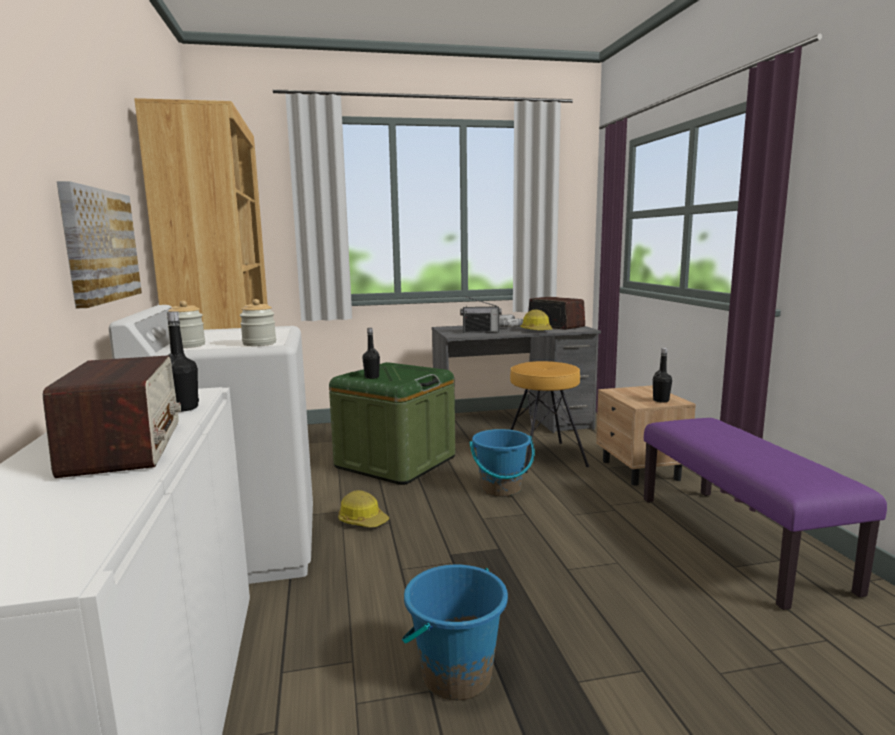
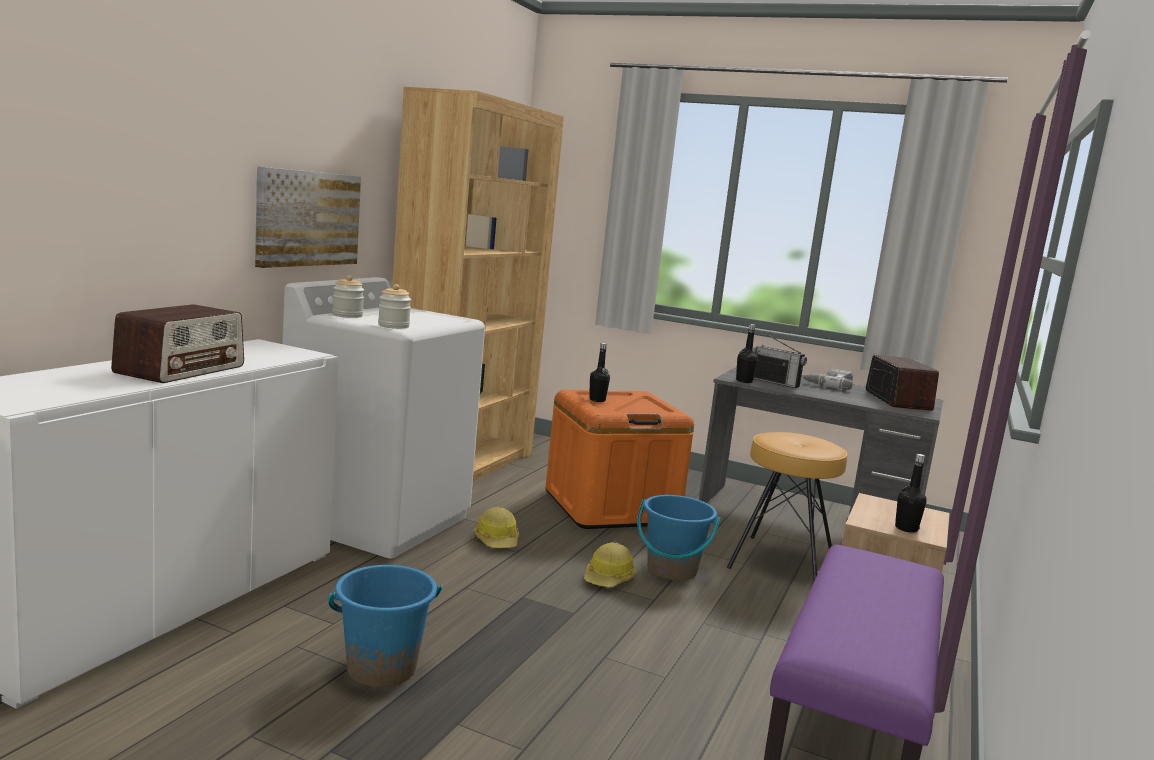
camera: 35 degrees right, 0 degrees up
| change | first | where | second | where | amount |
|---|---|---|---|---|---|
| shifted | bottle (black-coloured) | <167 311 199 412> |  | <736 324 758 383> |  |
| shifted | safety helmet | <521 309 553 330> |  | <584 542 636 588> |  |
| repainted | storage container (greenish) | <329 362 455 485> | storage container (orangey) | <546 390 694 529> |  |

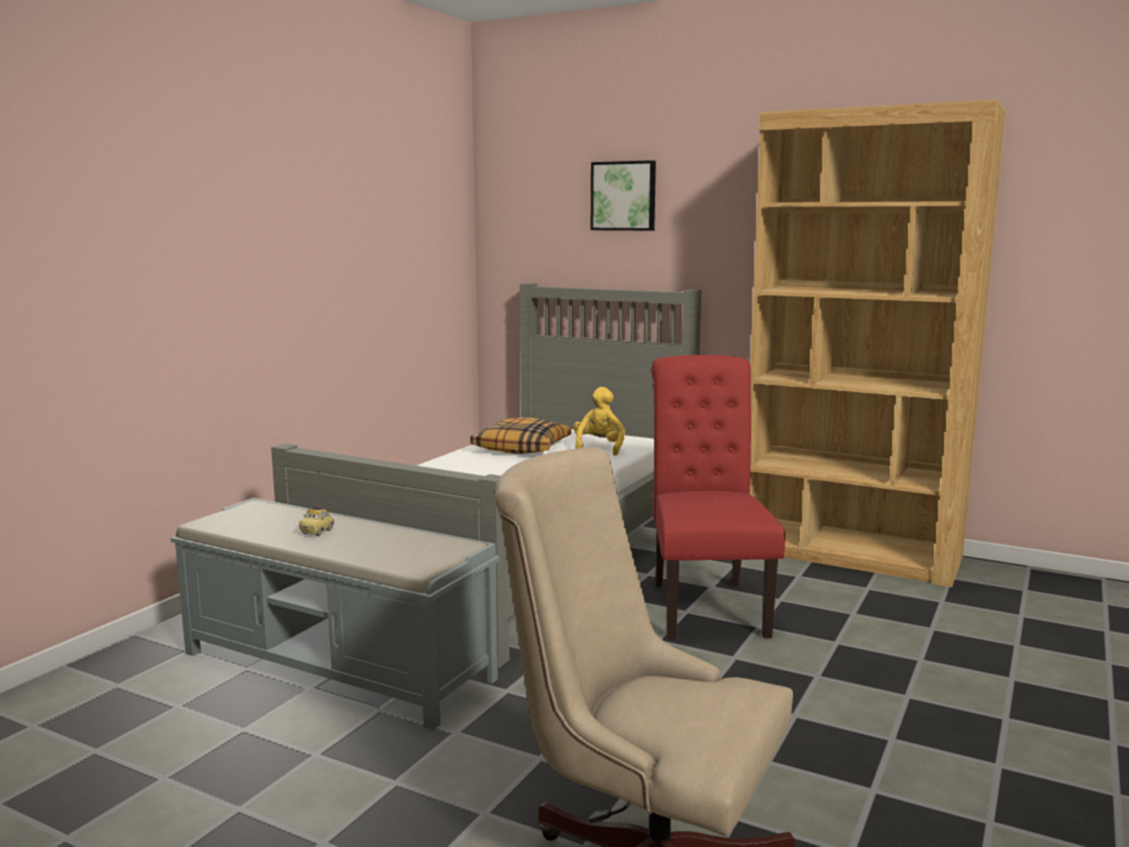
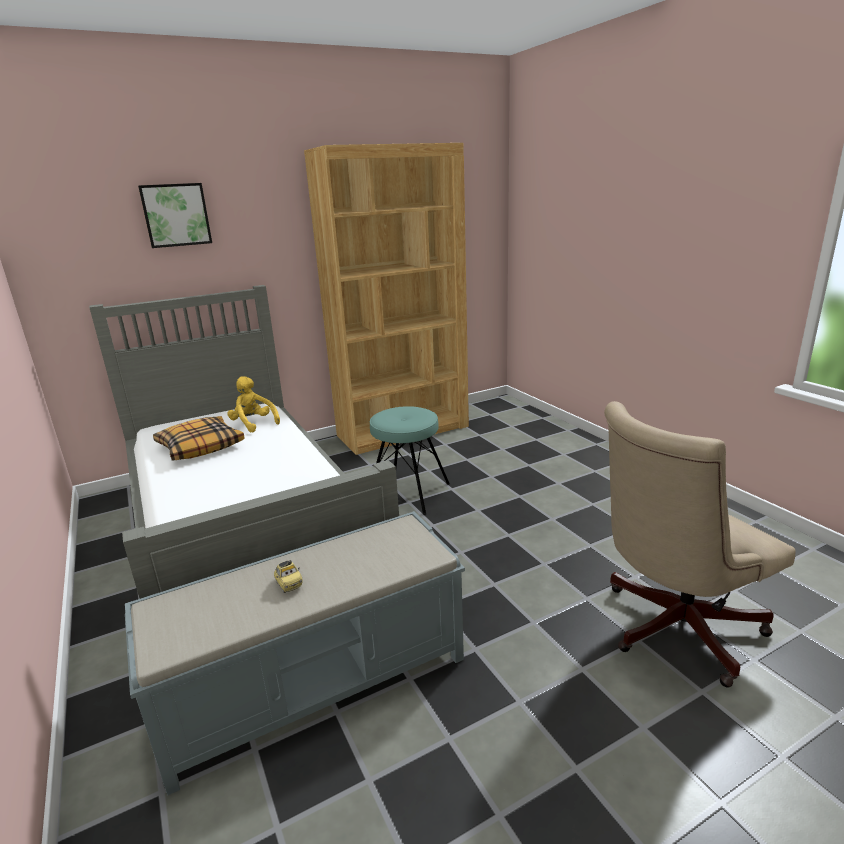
camera: 55 degrees left, 10 degrees up
| change | first | where | second | where | amount |
|---|---|---|---|---|---|
| swapped | upright chair (red-coloured) | <651 355 785 640> | stool seat (blue-green) | <370 406 450 515> |  |

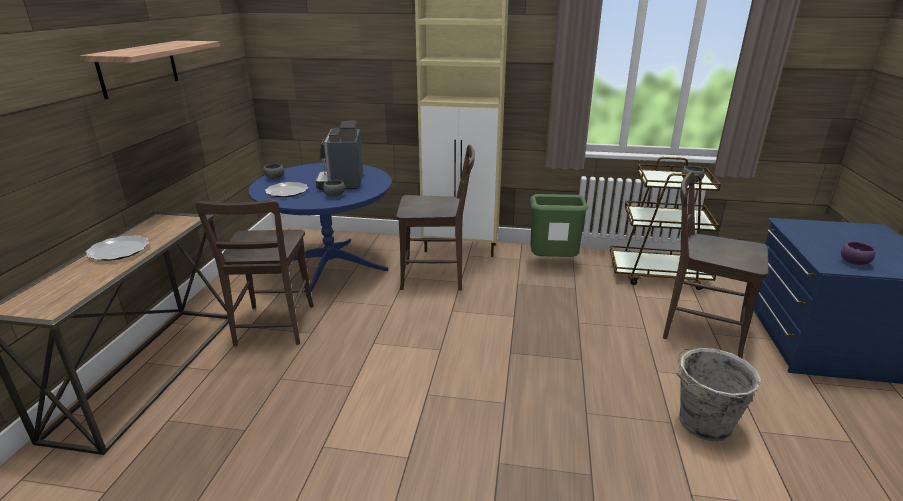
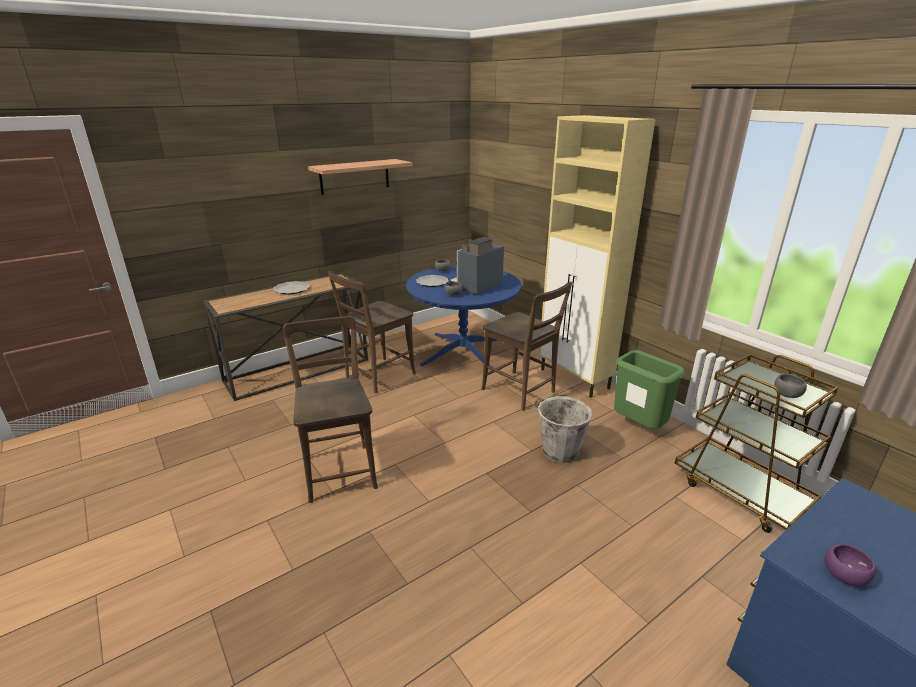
camera: 45 degrees right, 0 degrees up
| change | first | where | second | where | amount |
|---|---|---|---|---|---|
| shifted | upright chair (brown) | <663 172 769 359> |  | <283 316 378 503> |  |
| shifted | pail (grey) | <677 348 761 441> |  | <532 395 592 463> |  |

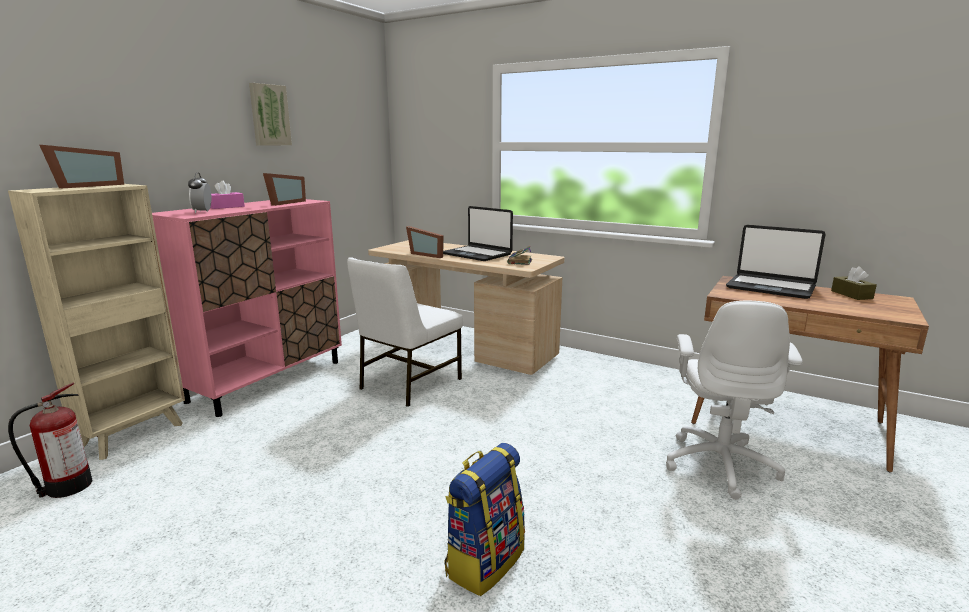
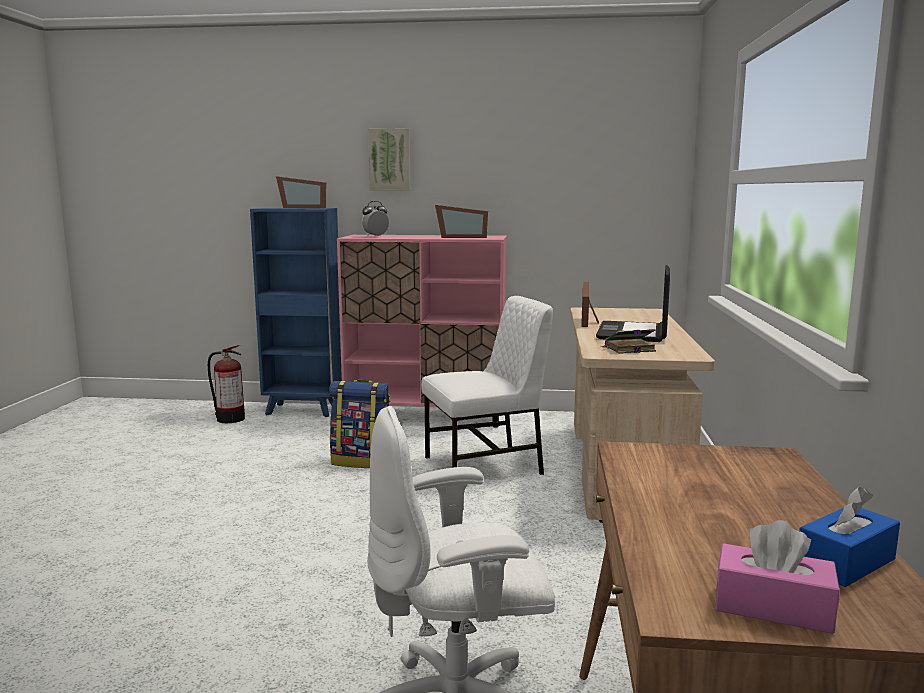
camera: 65 degrees right, 5 degrees down
| change | first | where | second | where | amount |
|---|---|---|---|---|---|
| gone | notebook computer | <726 225 826 299> |  |  |  |
| shifted | tissue box (pink-coloured) | <210 181 245 209> |  | <716 520 840 634> |  |
| shifted | picture | <249 83 292 146> |  | <368 128 411 190> |  |
| shifted | knapsack | <444 443 525 596> |  | <329 379 391 468> |  |
| repainted | bookcase (beige-coloured) | <8 184 185 460> | bookcase (blue) | <250 208 342 417> |  |
| repainted | tissue box (brown) | <831 266 877 300> | tissue box (blue) | <799 487 900 587> |  |
| rotated | upright chair (white) | <347 257 463 407> |  | <421 296 553 475> | 150 degrees clockwise |

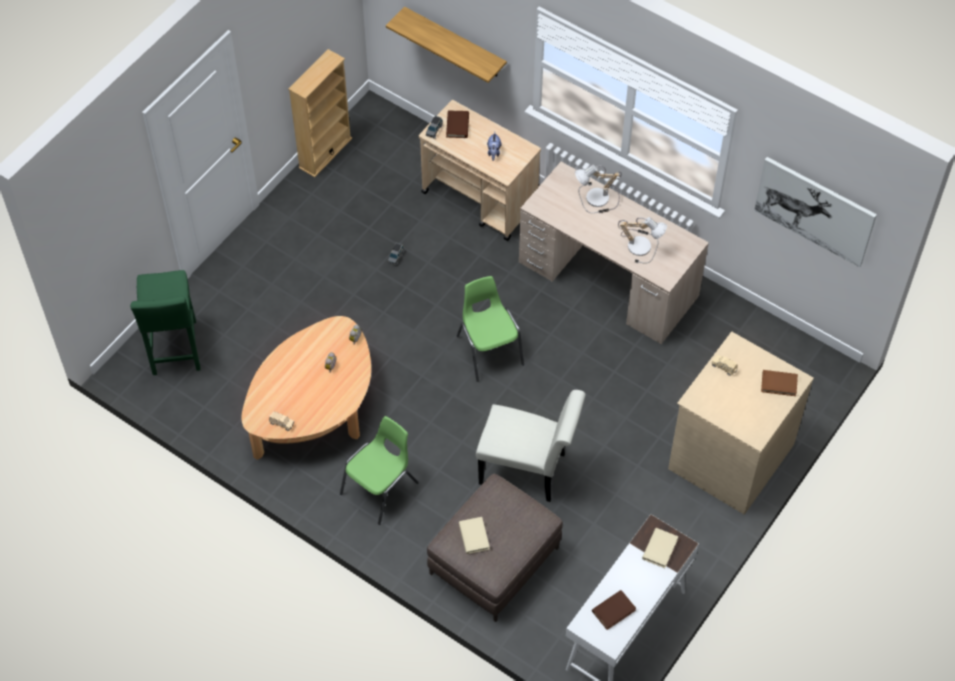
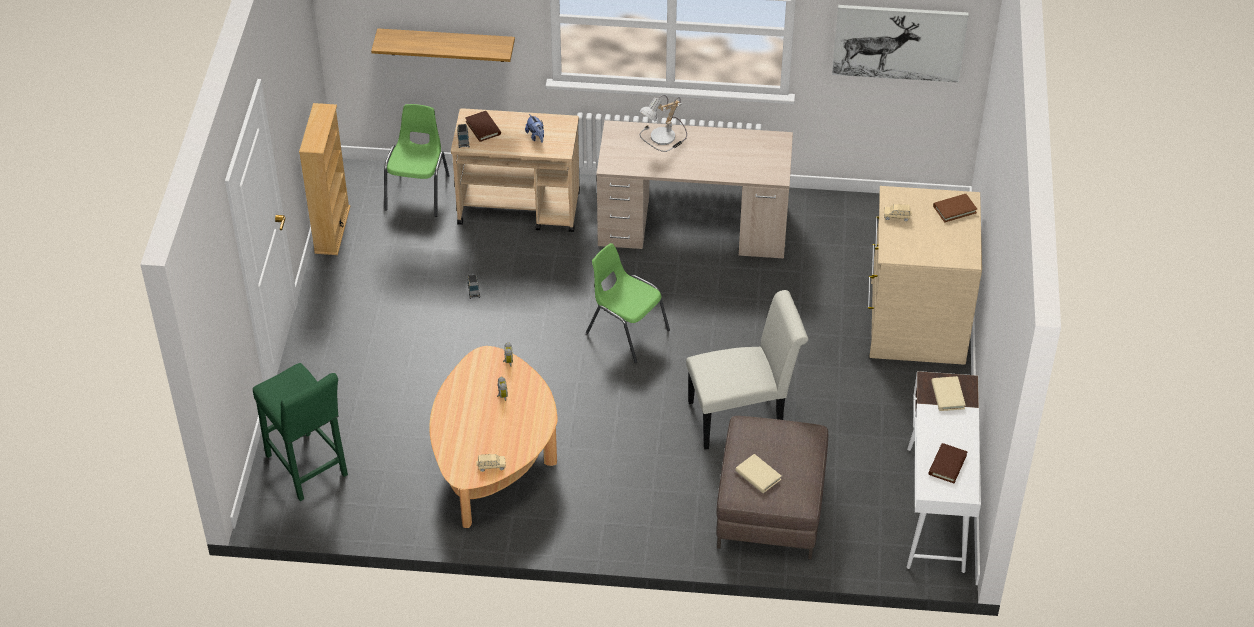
camera: 30 degrees left, 10 degrees down
| change | first | where | second | where | amount |
|---|---|---|---|---|---|
| gone | lamp for a table | <618 217 667 264> |  |  |  |
| shifted | upright chair (greenish) | <340 416 419 525> |  | <384 104 450 217> |  |

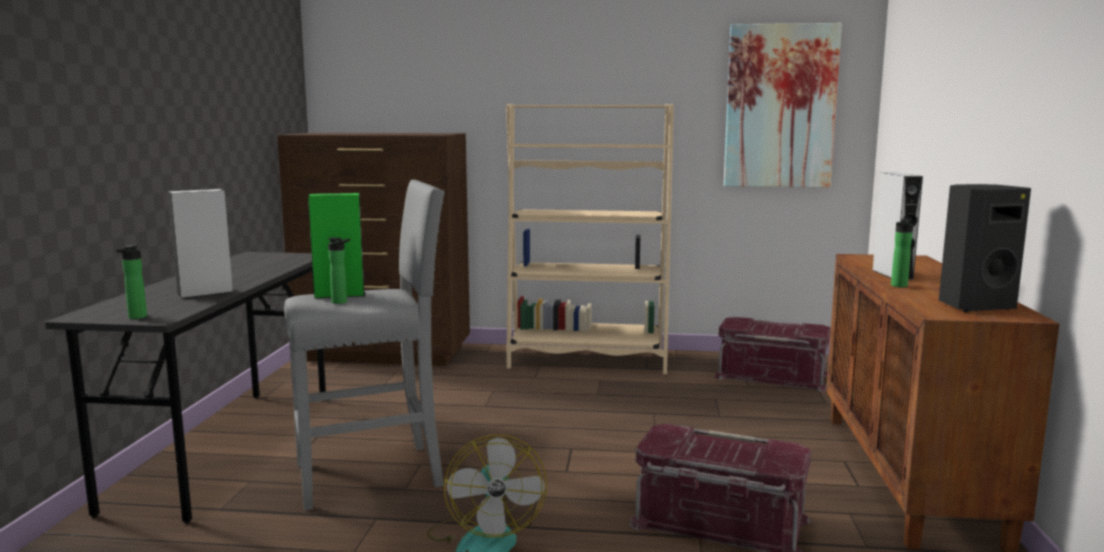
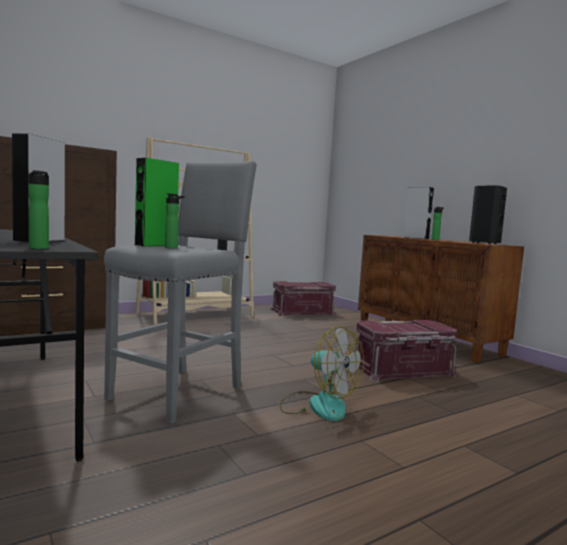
camera: 40 degrees left, 5 degrees down
| change | first | where | second | where | amount |
|---|---|---|---|---|---|
| gone | picture | <724 23 842 188> |  |  |  |

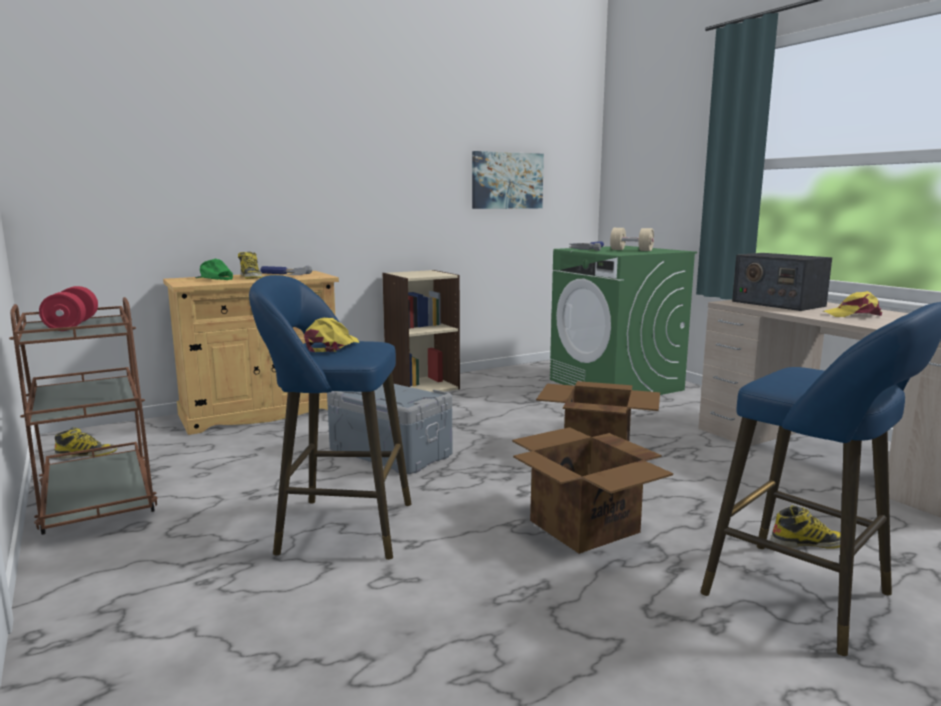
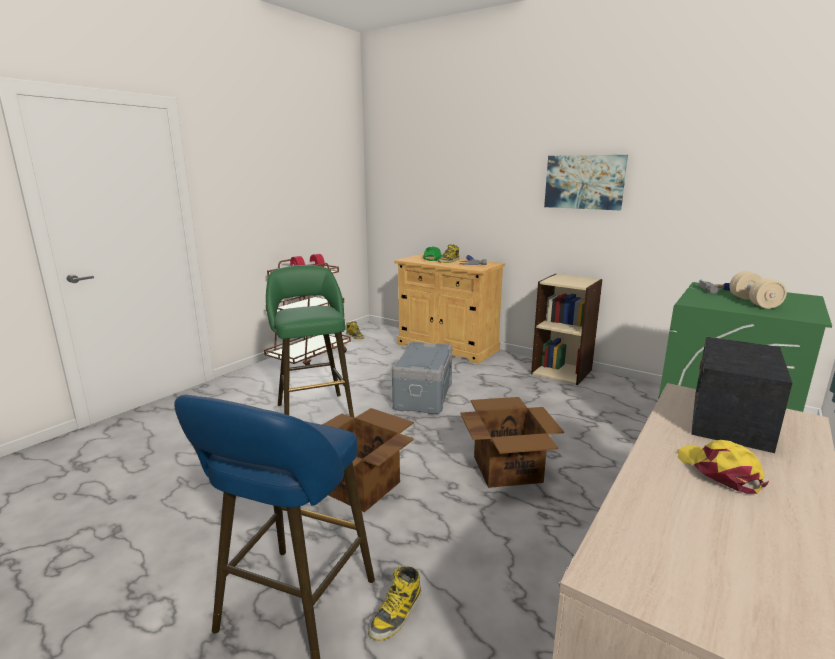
camera: 65 degrees right, 5 degrees up
| change | first | where | second | where | amount |
|---|---|---|---|---|---|
| gone | baseball cap (yellow-coloured) | <304 318 360 352> |  |  |  |
| shifted | picture | <472 151 544 209> |  | <544 155 628 210> |  |
| repainted | stool seat (blue) | <249 275 411 560> | stool seat (greenish) | <266 265 354 418> |  |
| rotated | boot | <771 505 841 549> |  | <368 566 421 641> | 60 degrees clockwise |

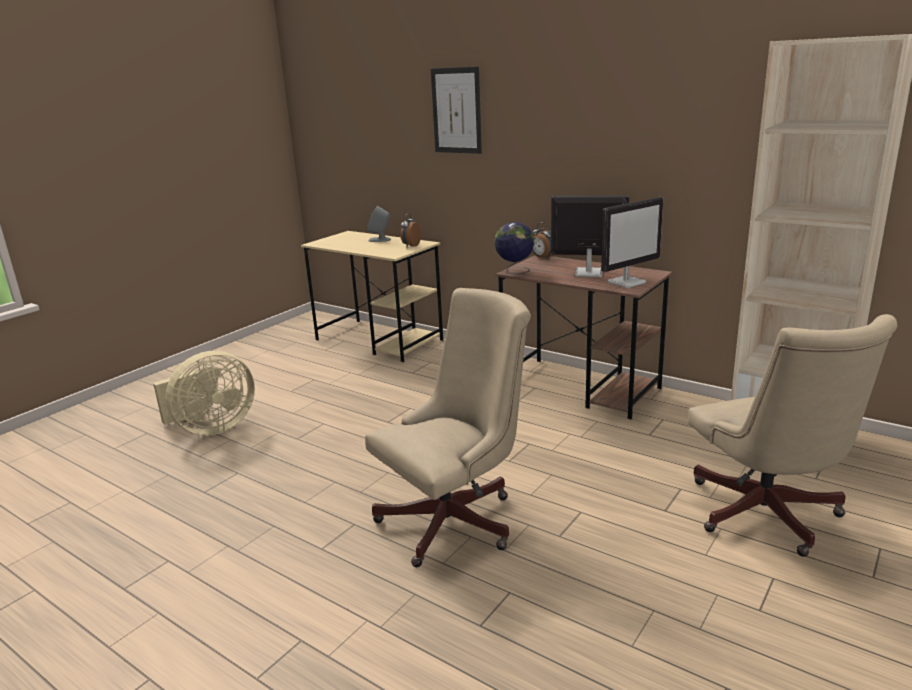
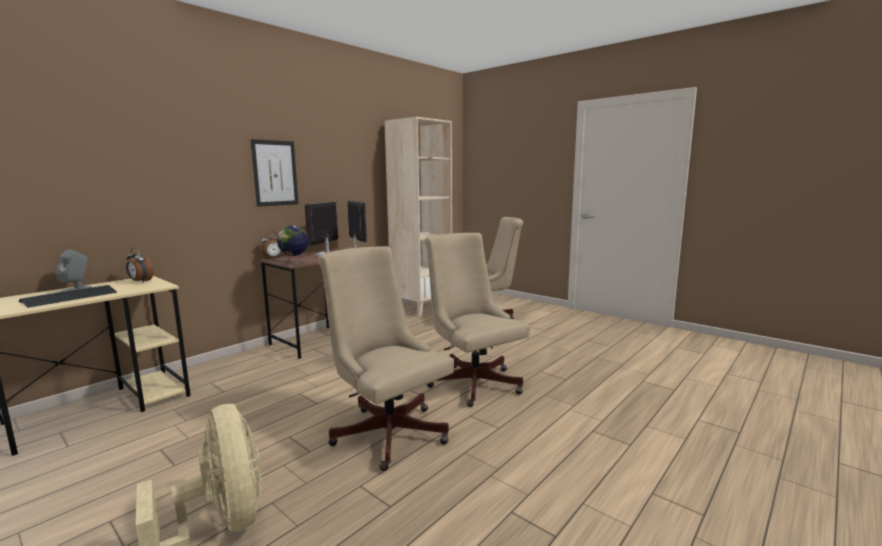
camera: 85 degrees left, 10 degrees down
| change | first | where | second | where | amount |
|---|---|---|---|---|---|
| new |  |  | keyboard | <19 285 117 308> |  |
| new |  |  | office chair (beige-coloured) | <318 246 454 471> |  |
| shifted | picture | <431 67 482 154> |  | <251 139 298 207> |  |

